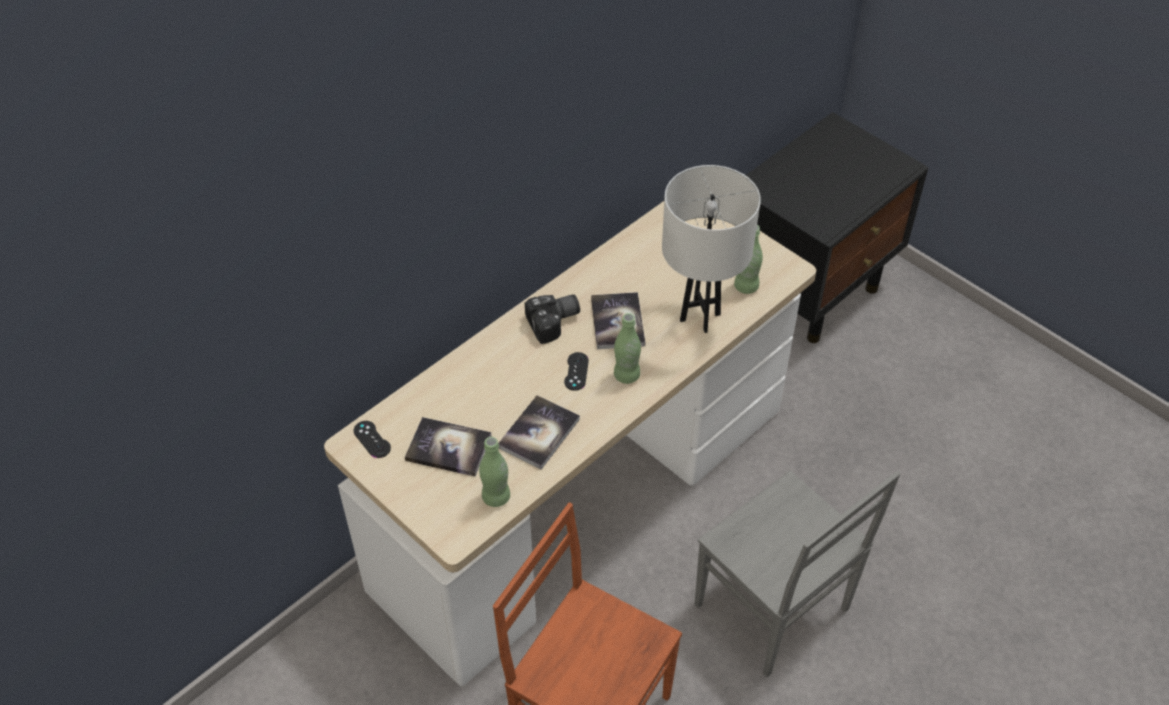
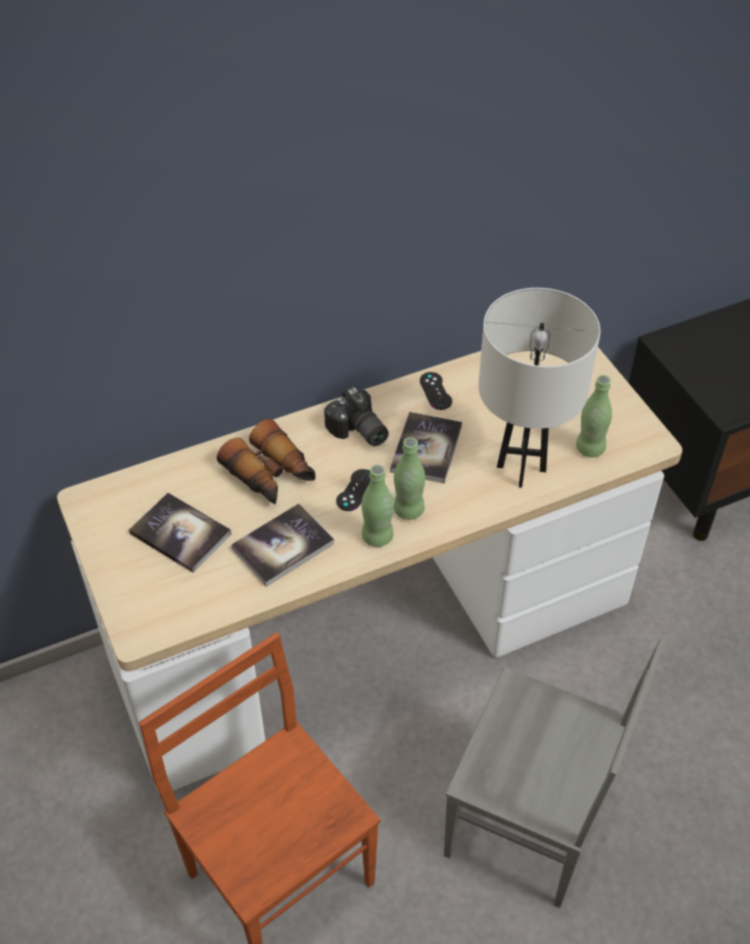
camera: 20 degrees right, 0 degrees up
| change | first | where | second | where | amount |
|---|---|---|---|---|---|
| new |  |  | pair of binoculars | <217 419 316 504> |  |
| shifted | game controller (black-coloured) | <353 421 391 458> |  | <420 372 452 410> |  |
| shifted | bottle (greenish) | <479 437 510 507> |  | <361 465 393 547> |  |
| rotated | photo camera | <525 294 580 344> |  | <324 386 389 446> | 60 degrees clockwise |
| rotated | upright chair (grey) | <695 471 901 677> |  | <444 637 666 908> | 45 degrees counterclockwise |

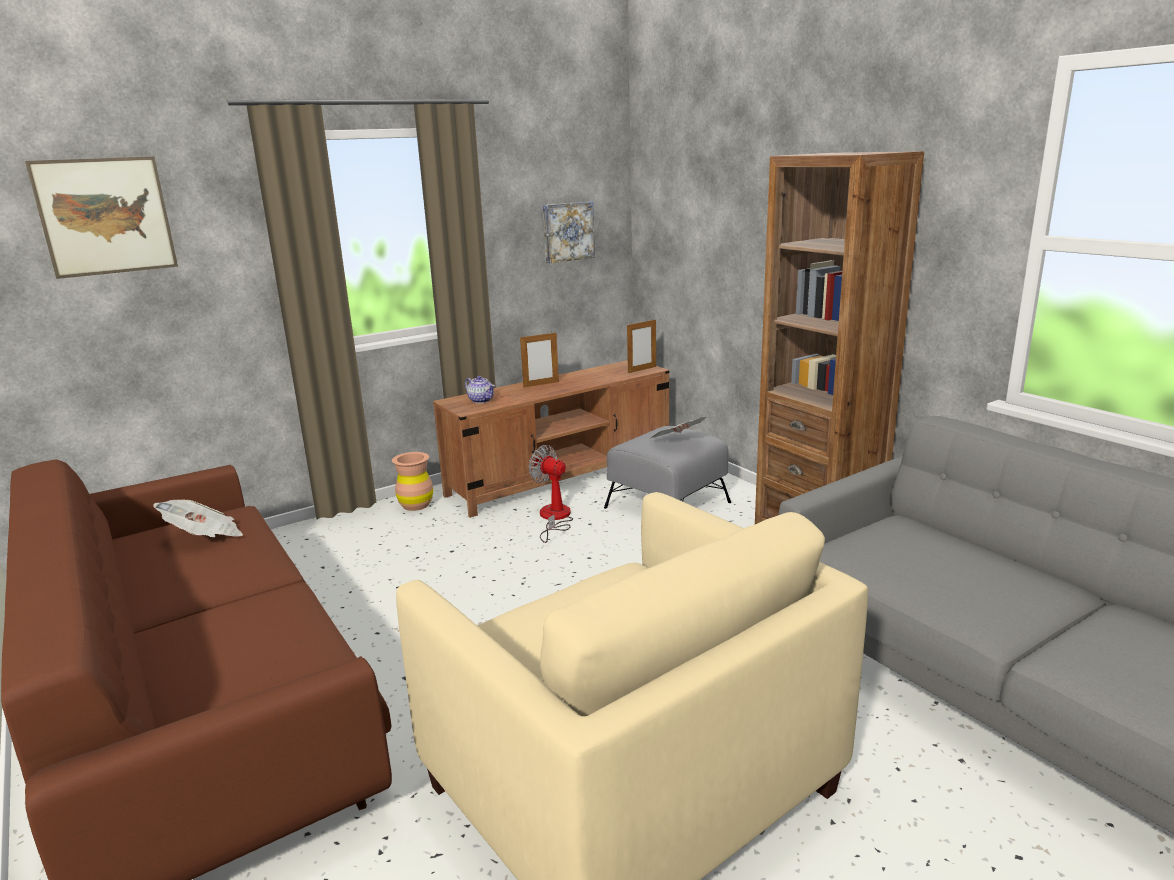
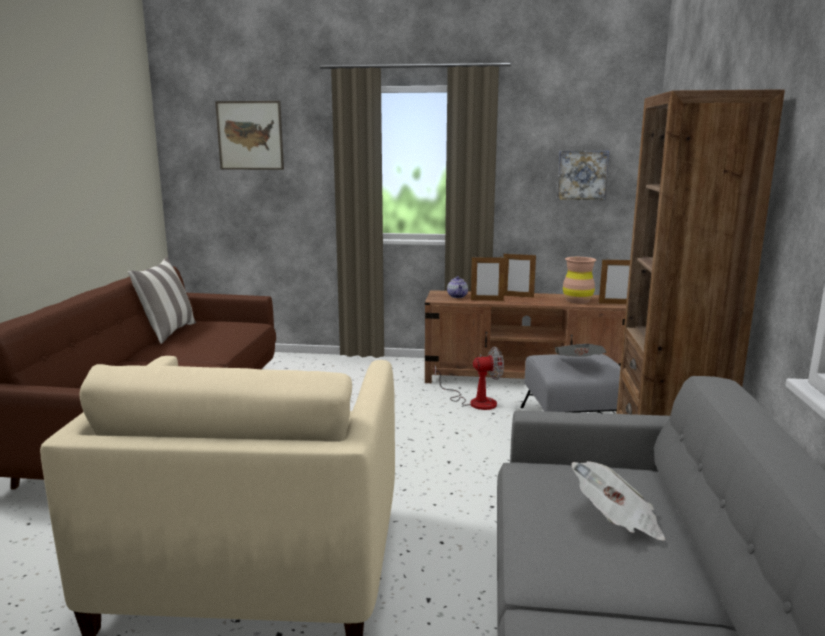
camera: 40 degrees right, 5 degrees down
| change | first | where | second | where | amount |
|---|---|---|---|---|---|
| new |  |  | pillow | <128 257 196 344> |  |
| new |  |  | picture frame | <471 256 505 301> |  |
| shifted | newspaper | <153 500 243 537> |  | <572 461 666 541> |  |
| shifted | decorative vase (brown) | <392 452 433 511> |  | <563 257 596 304> |  |
| rotated | fan | <528 445 573 543> |  | <434 347 504 410> | 90 degrees clockwise |

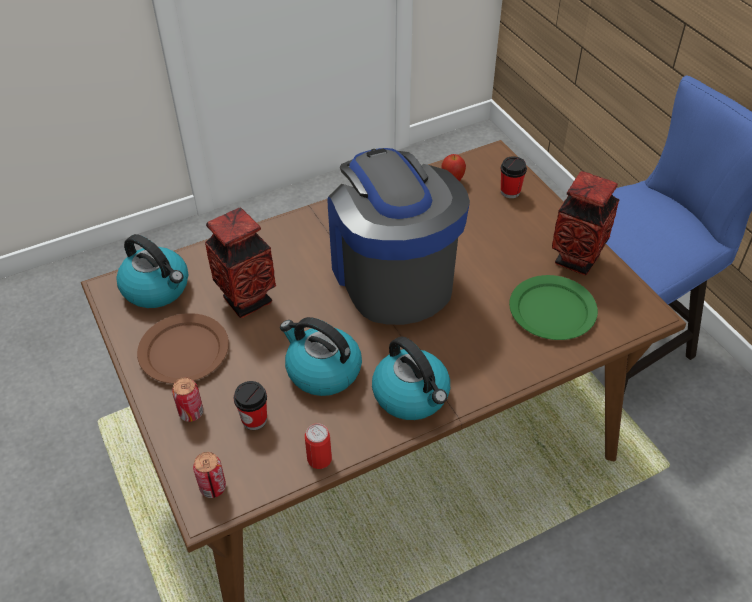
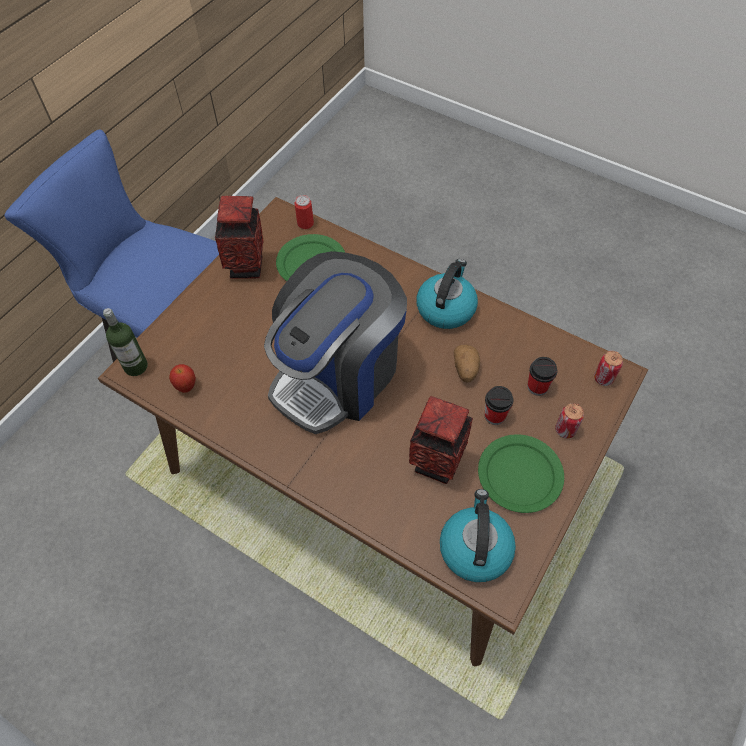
camera: 120 degrees left, 10 degrees up
| change | first | where | second | where | amount |
|---|---|---|---|---|---|
| new |  |  | bottle | <103 308 148 376> |  |
| shifted | sealed can | <305 423 332 469> |  | <295 195 314 229> |  |
| shifted | drinking cup | <500 156 527 198> |  | <485 386 513 425> |  |
| swapped | kettle | <280 317 362 396> | potato | <454 345 480 383> |  |
| repainted | dinner plate (brown) | <137 313 229 384> | dinner plate (greenish) | <478 434 564 513> |  |

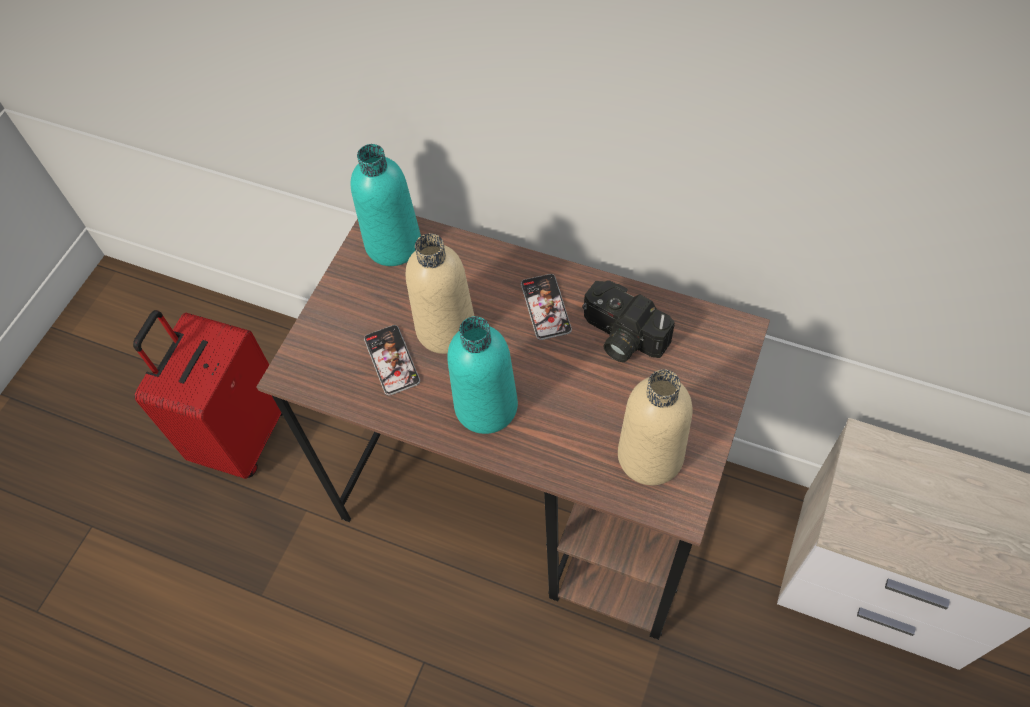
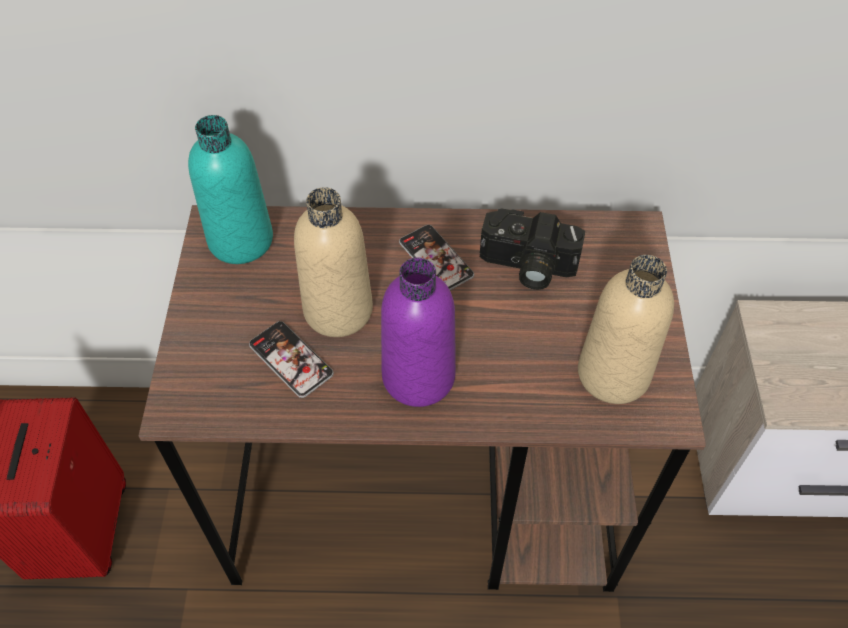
camera: 25 degrees left, 5 degrees down
| change | first | where | second | where | amount |
|---|---|---|---|---|---|
| repainted | bottle (blue-green) | <447 316 518 434> | bottle (purple) | <381 257 456 407> |  |

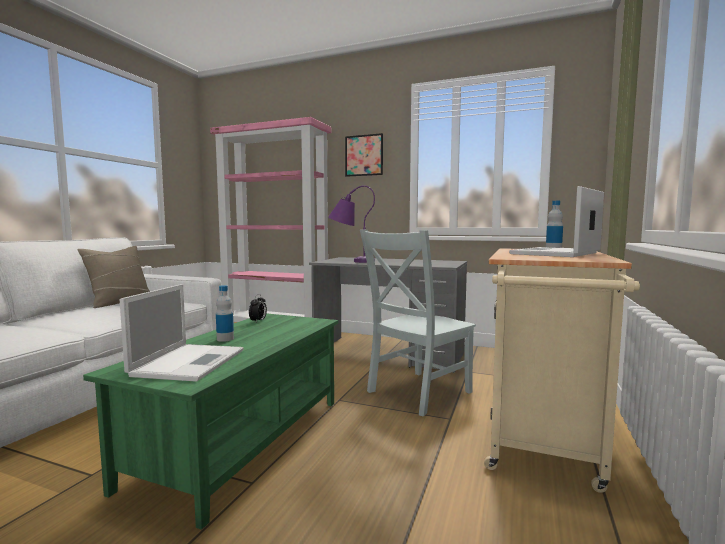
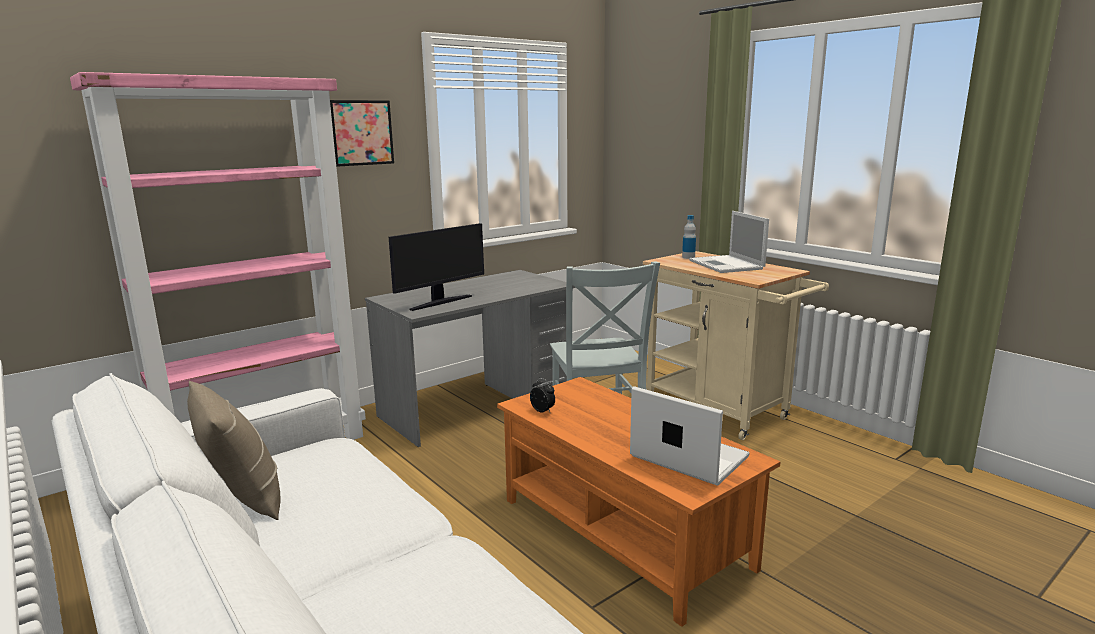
camera: 60 degrees left, 10 degrees up
| change | first | where | second | where | amount |
|---|---|---|---|---|---|
| gone | bottle | <216 285 234 342> |  |  |  |
| swapped | lamp for a table (purple) | <328 185 375 263> | computer display | <389 223 484 311> |  |
| repainted | lounge table (greenish) | <83 313 338 530> | lounge table (orangey) | <497 377 780 627> |  |

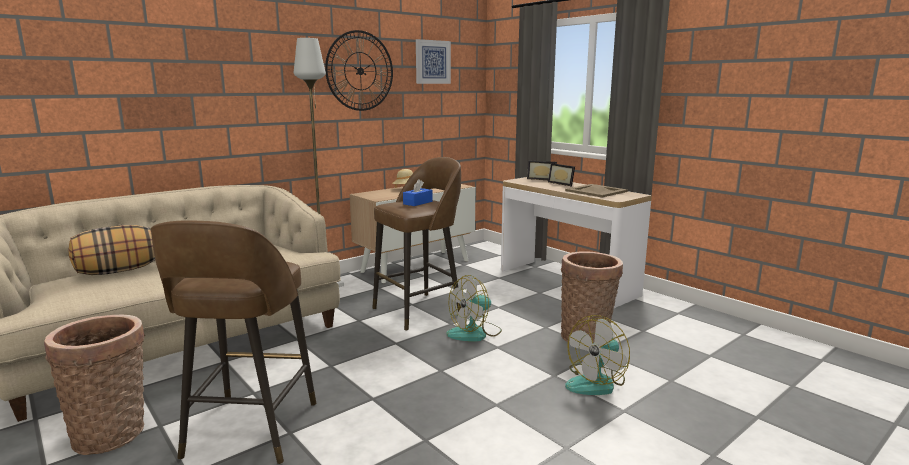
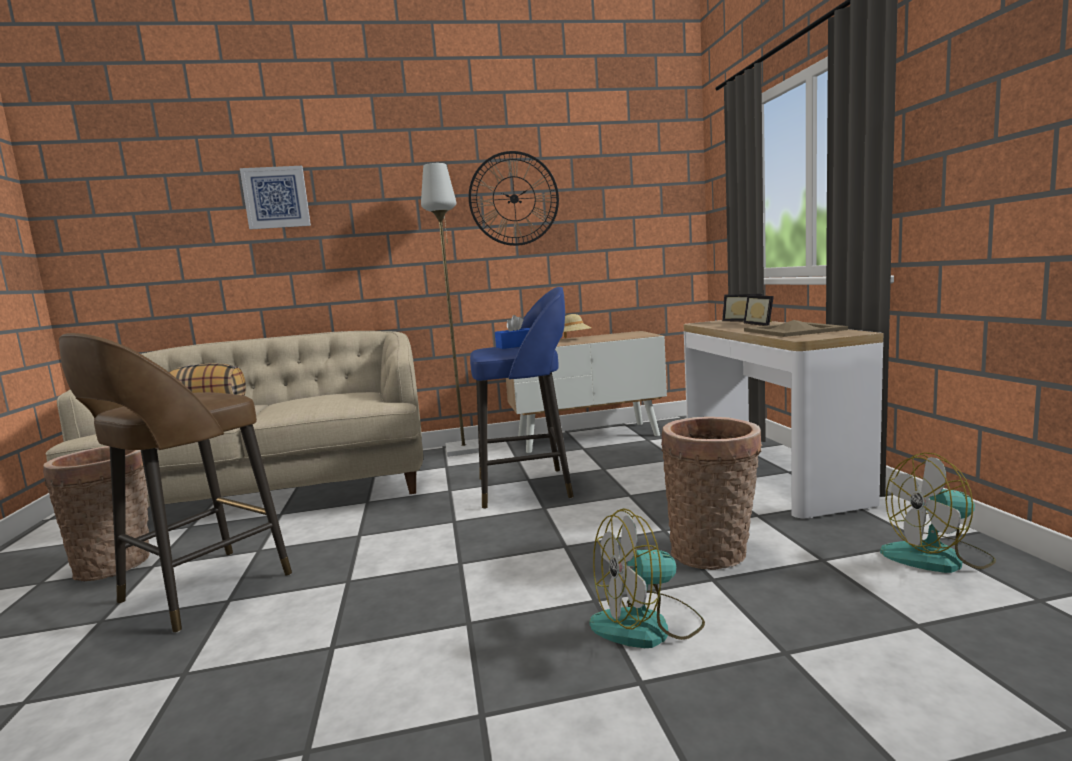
camera: 30 degrees right, 5 degrees down
| change | first | where | second | where | amount |
|---|---|---|---|---|---|
| shifted | picture | <416 39 451 84> |  | <240 166 311 230> |  |
| shifted | fan | <446 275 502 341> |  | <880 452 996 573> |  |
| repainted | stool seat (brown) | <372 157 462 331> | stool seat (blue) | <470 287 574 509> |  |

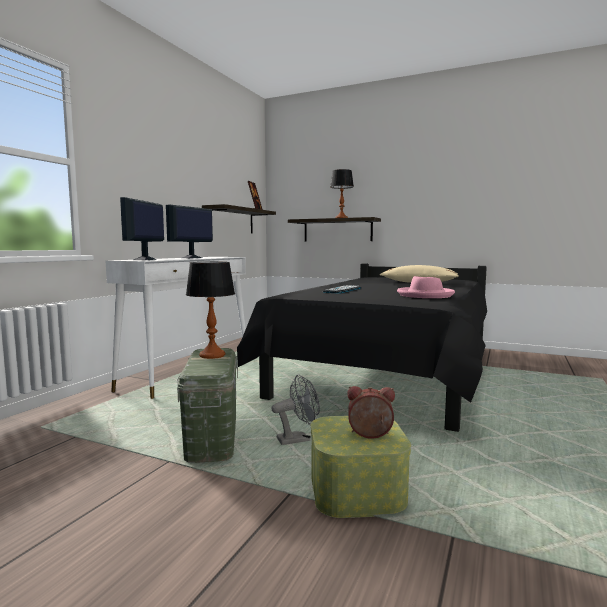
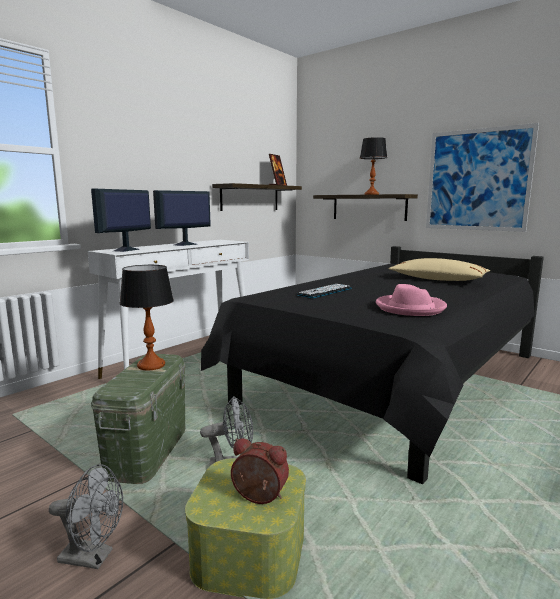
camera: 15 degrees right, 5 degrees up
| change | first | where | second | where | amount |
|---|---|---|---|---|---|
| new |  |  | fan (grey) | <49 464 123 569> |  |
| new |  |  | picture | <426 123 539 232> |  |

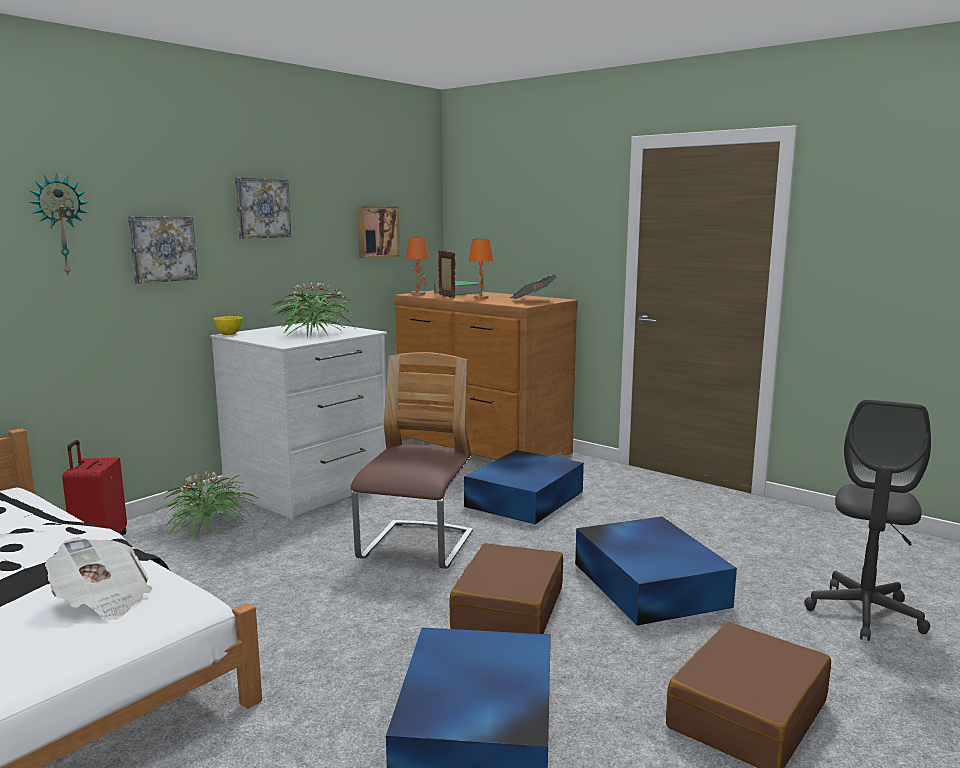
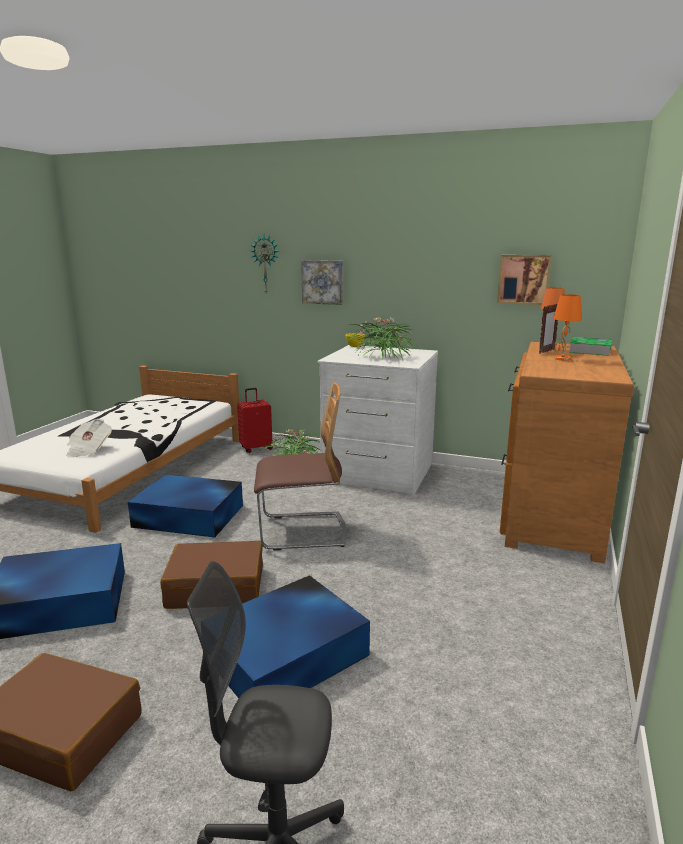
camera: 70 degrees right, 5 degrees up
| change | first | where | second | where | amount |
|---|---|---|---|---|---|
| gone | picture | <235 177 291 239> |  |  |  |
| gone | newspaper | <510 274 557 299> |  |  |  |
| shifted | storage container (blue) | <464 450 584 524> |  | <128 474 243 537> |  |

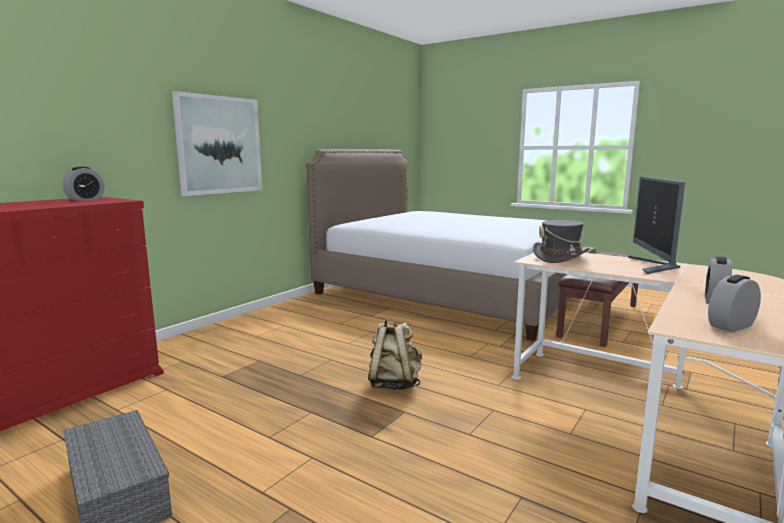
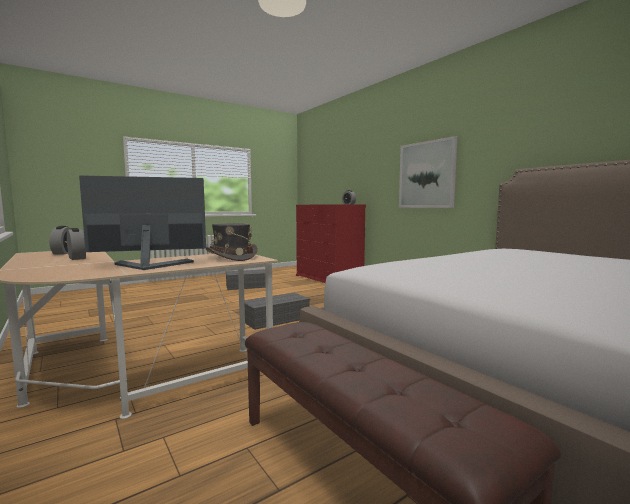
camera: 110 degrees right, 5 degrees down
| change | first | where | second | where | amount |
|---|---|---|---|---|---|
| swapped | knapsack (beige-coloured) | <368 318 422 390> | storage container (grey) | <244 293 310 330> |  |
| rotated | computer display | <628 176 685 274> |  | <79 175 206 270> | 45 degrees counterclockwise |

